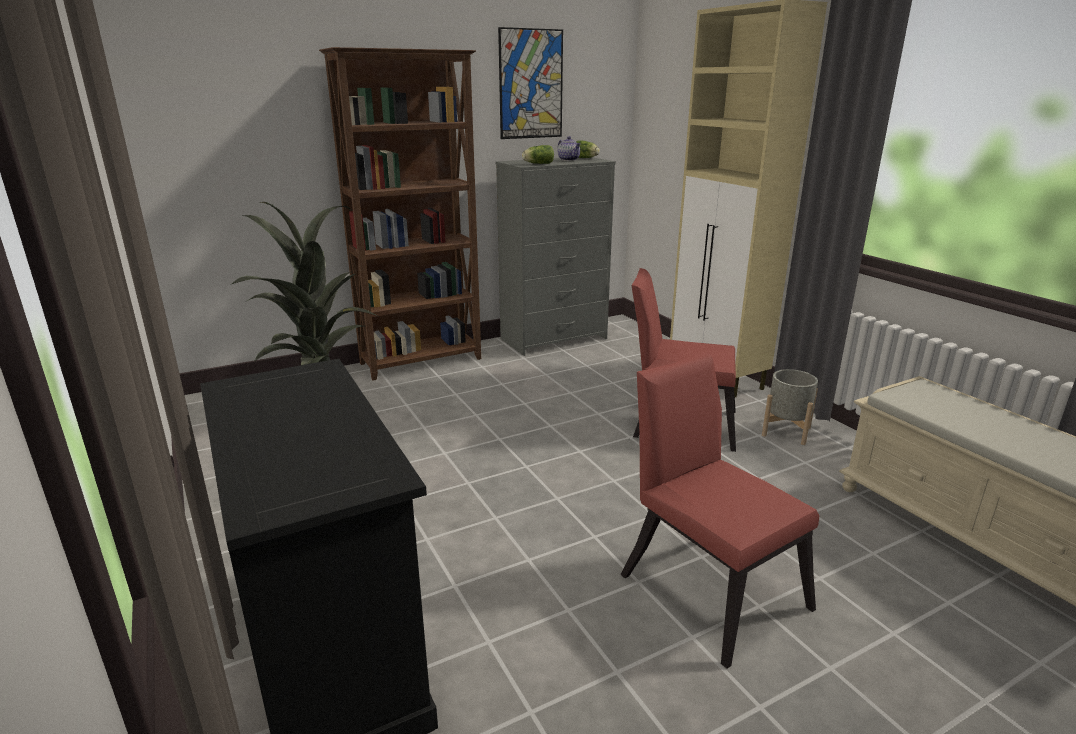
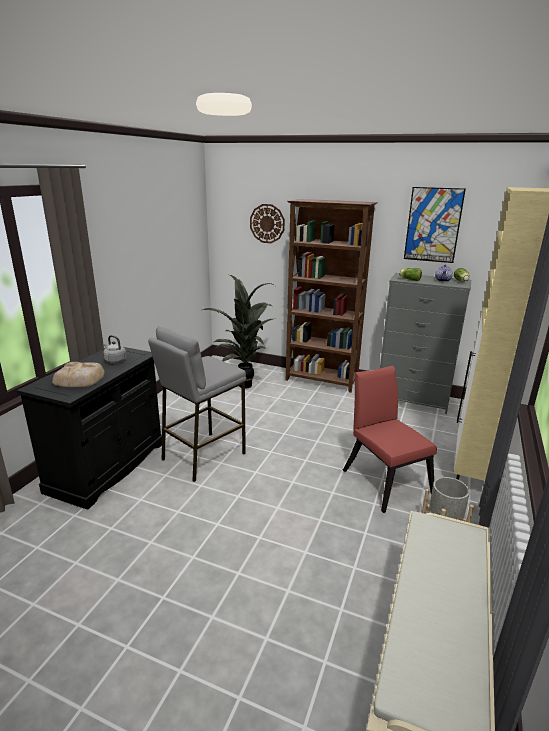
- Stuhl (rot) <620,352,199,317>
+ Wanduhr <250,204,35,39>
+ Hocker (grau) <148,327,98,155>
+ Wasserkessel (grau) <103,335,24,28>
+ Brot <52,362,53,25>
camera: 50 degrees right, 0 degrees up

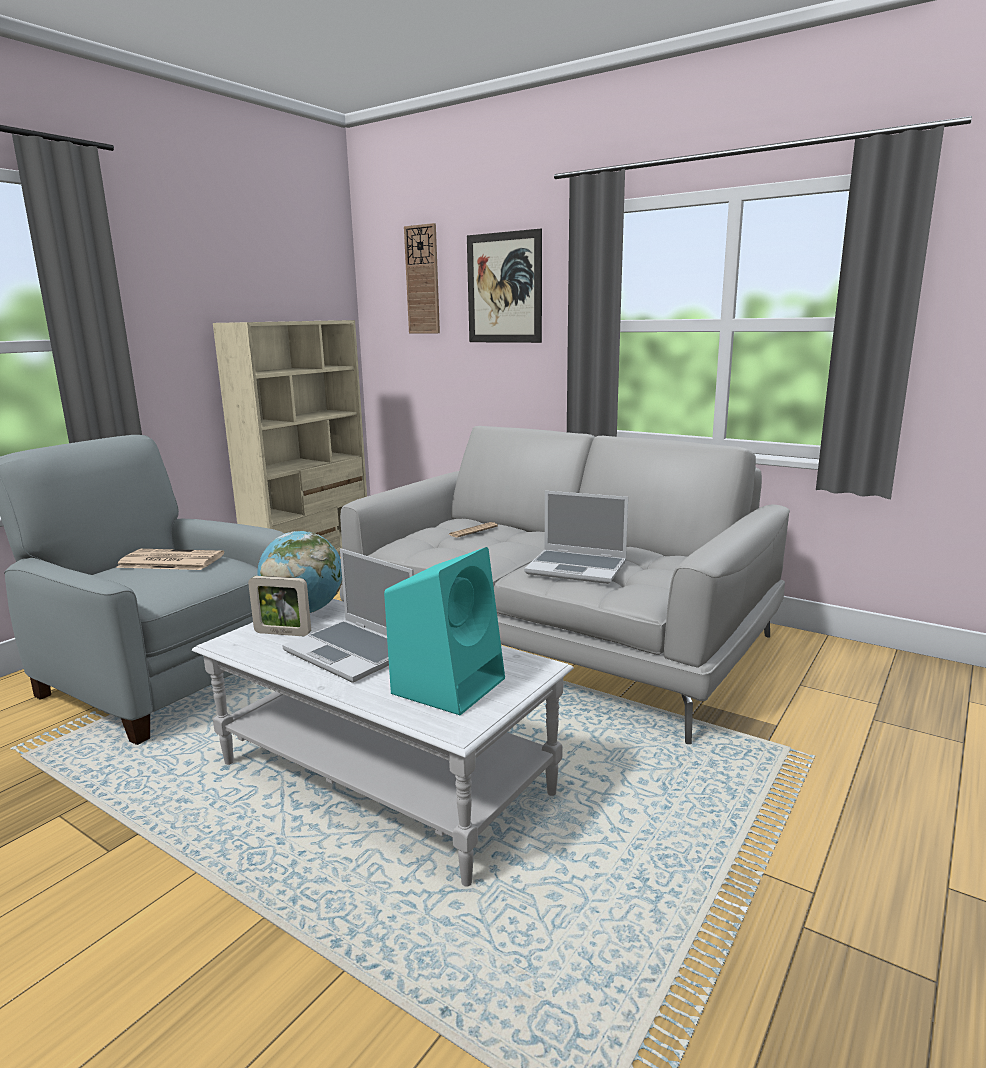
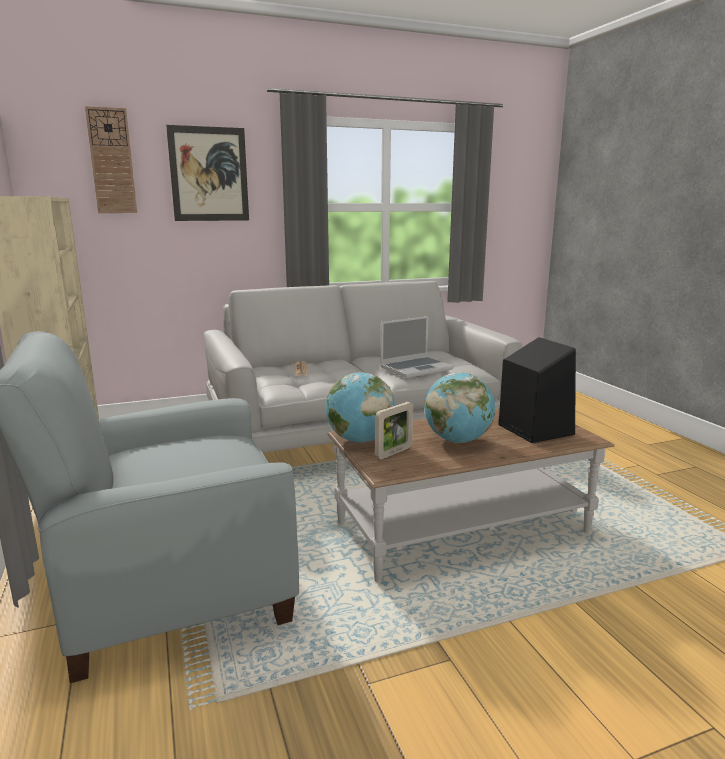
~ Lautsprecher (türkis) <384,547,121,168> to Lautsprecher (schwarz) <499,337,77,106>
~ Laptop <282,548,132,135> to Globus <425,372,70,71>
- Zeitung <116,549,108,21>
~ Couchtisch (weiß) <192,599,382,288> to Couchtisch (braun) <327,409,288,173>
camera: 55 degrees left, 0 degrees up

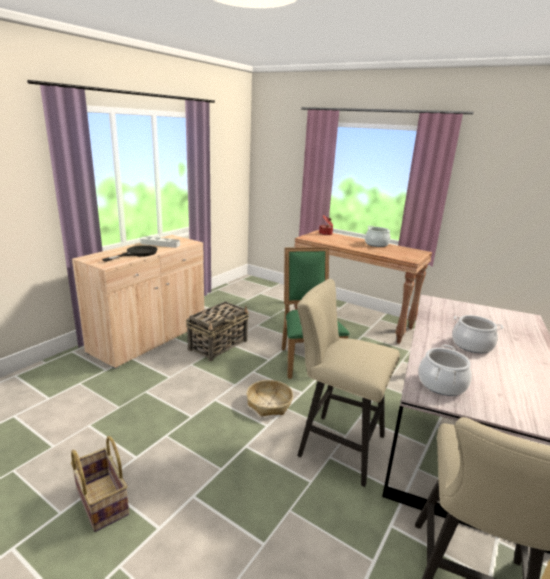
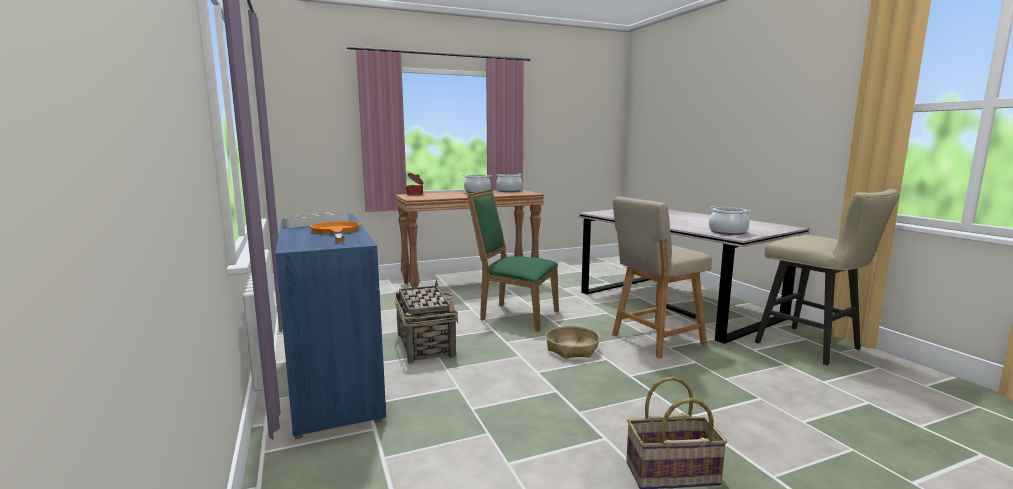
~ Schrank (beige) <72,235,132,134> to Schrank (blau) <275,214,111,225>
~ Pfanne (schwarz) <102,245,55,17> to Pfanne (orange) <310,221,50,21>
~ Hocker (beige) <297,279,103,208> to Stuhl (beige) <612,197,100,162>
~ Kochtopf <452,315,52,38> to <496,174,26,18>
camera: 55 degrees left, 10 degrees down

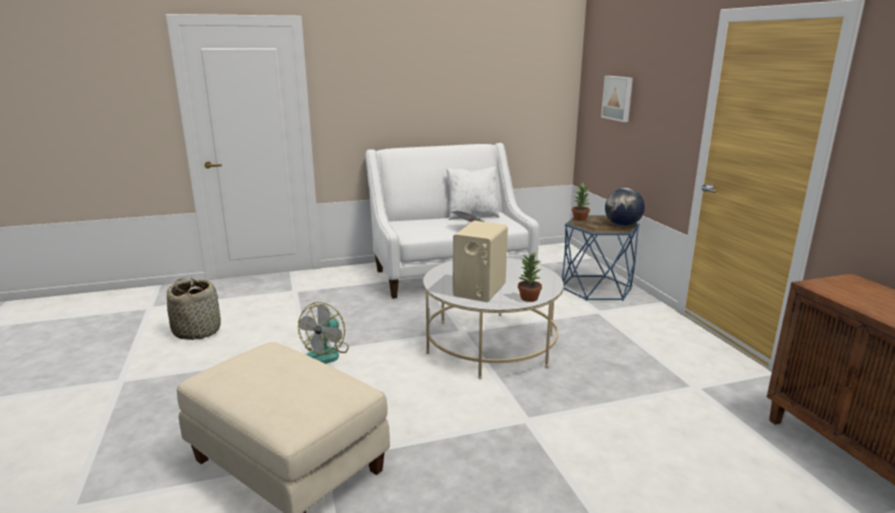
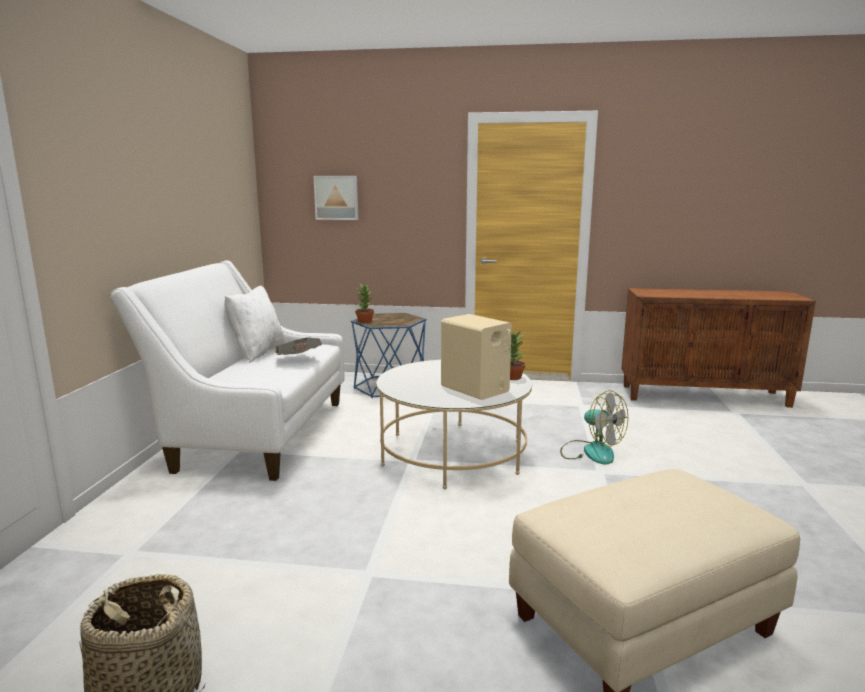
- Globus <605,188,40,38>
~ Ventilator <298,302,51,62> to <560,390,68,75>
camera: 65 degrees left, 5 degrees down

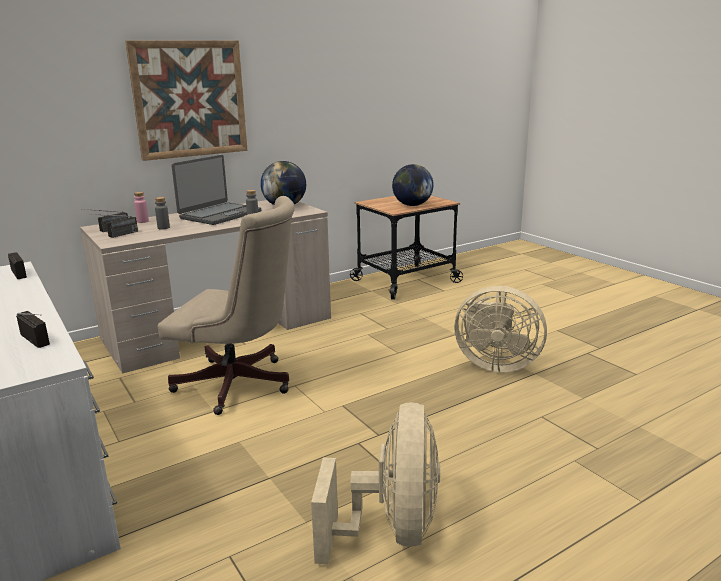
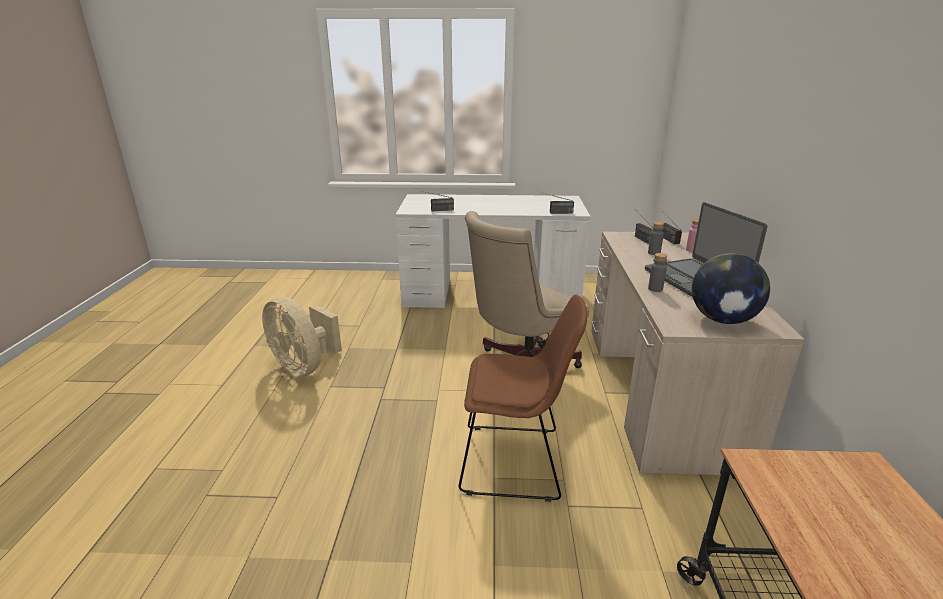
- Bild <125,40,123,121>
- Globus <392,164,42,42>
- Ventilator (beige) <454,286,93,87>
+ Stuhl (braun) <459,294,128,208>
camera: 125 degrees right, 5 degrees up

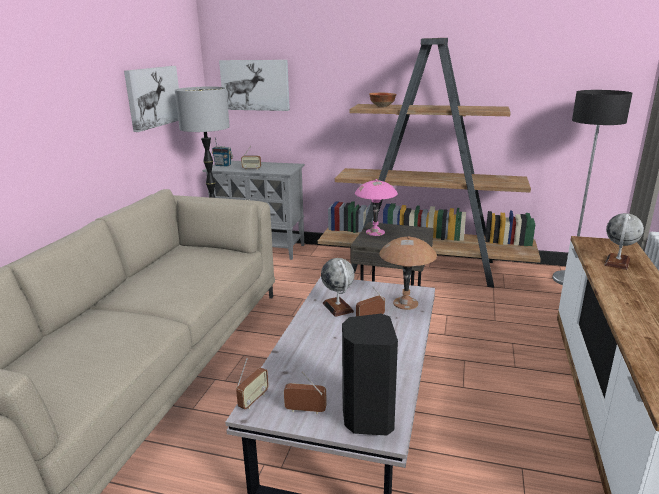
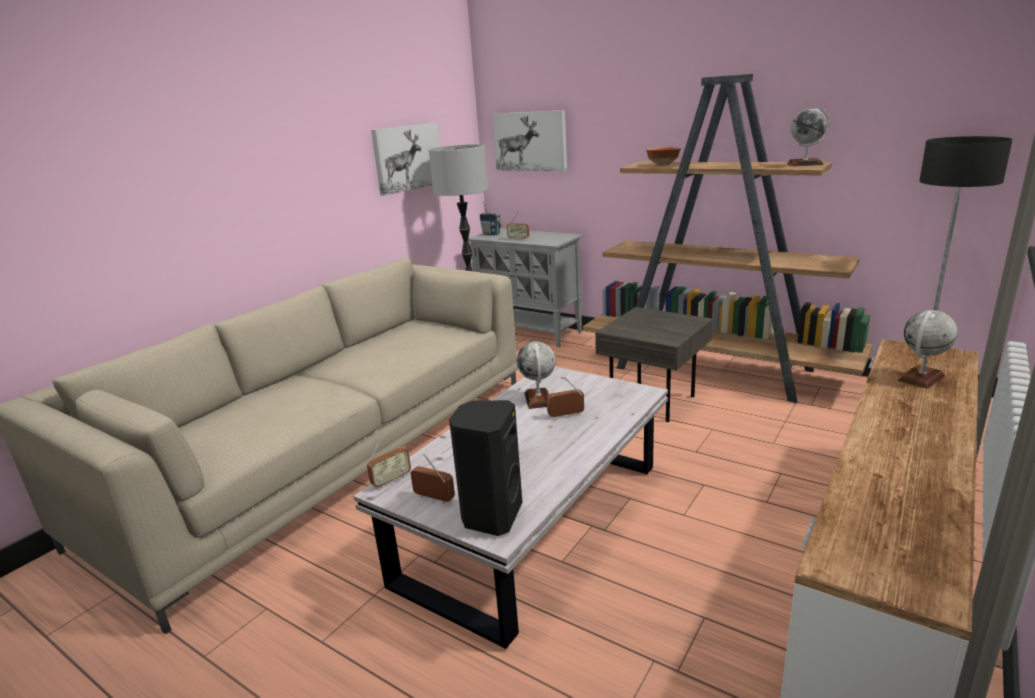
- Tischlampe (rosa) <355,179,43,57>
- Tischlampe (braun) <379,236,58,74>
+ Globus <787,106,43,60>
camera: 20 degrees right, 0 degrees up

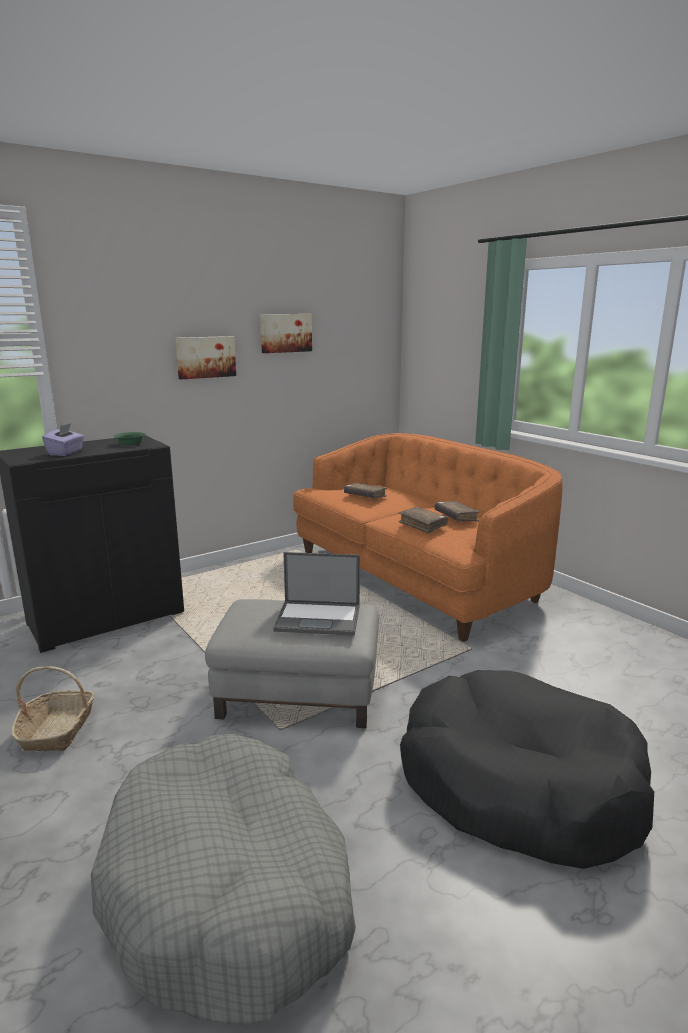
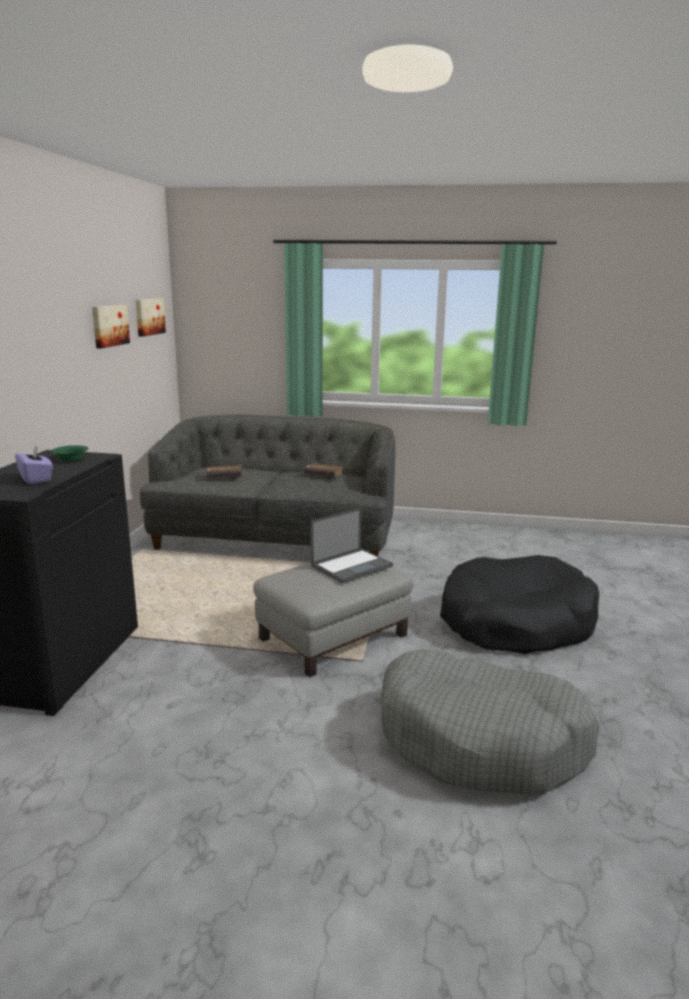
~ Bild <175,336,61,44> to <135,298,31,39>
~ Sofa (orange) <293,433,270,209> to Sofa (grau) <139,414,256,142>
- Buch (braun) <398,507,50,26>
- Korb <11,666,84,85>
camera: 45 degrees left, 0 degrees up

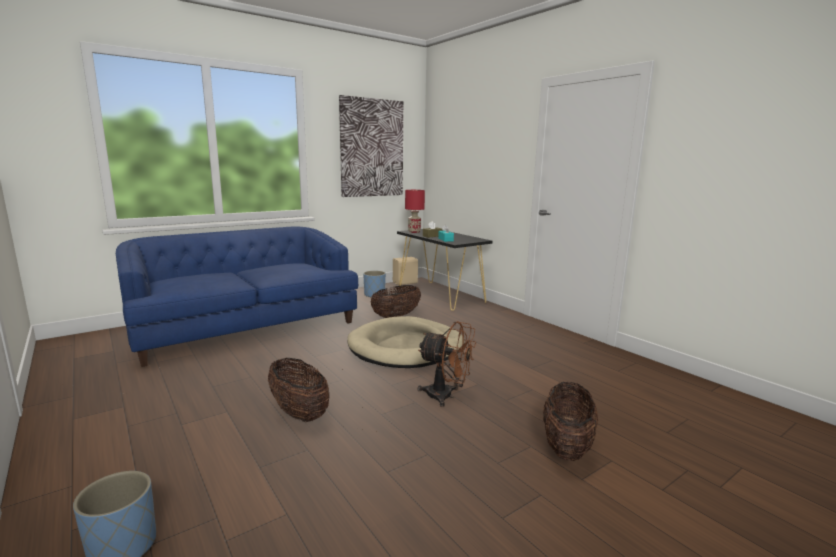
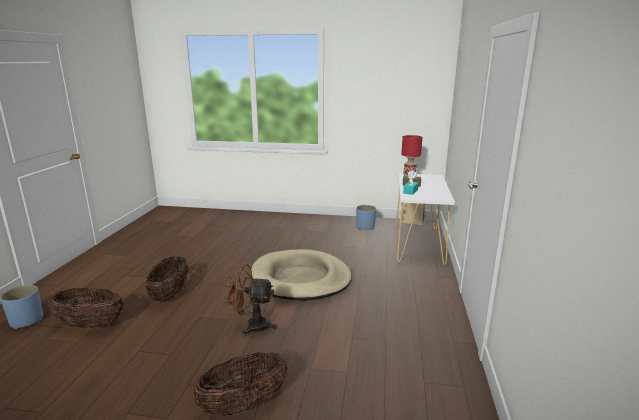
- Bild <339,95,64,102>
- Sofa (blau) <116,227,242,140>
~ Konsolentisch (schwarz) <397,229,96,82> to Konsolentisch (weiß) <396,173,59,92>
~ Korb <371,285,50,33> to <48,288,75,40>
~ Ventilator (braun) <418,321,58,86> = <224,264,53,72> 120 degrees clockwise
camera: 45 degrees right, 5 degrees up

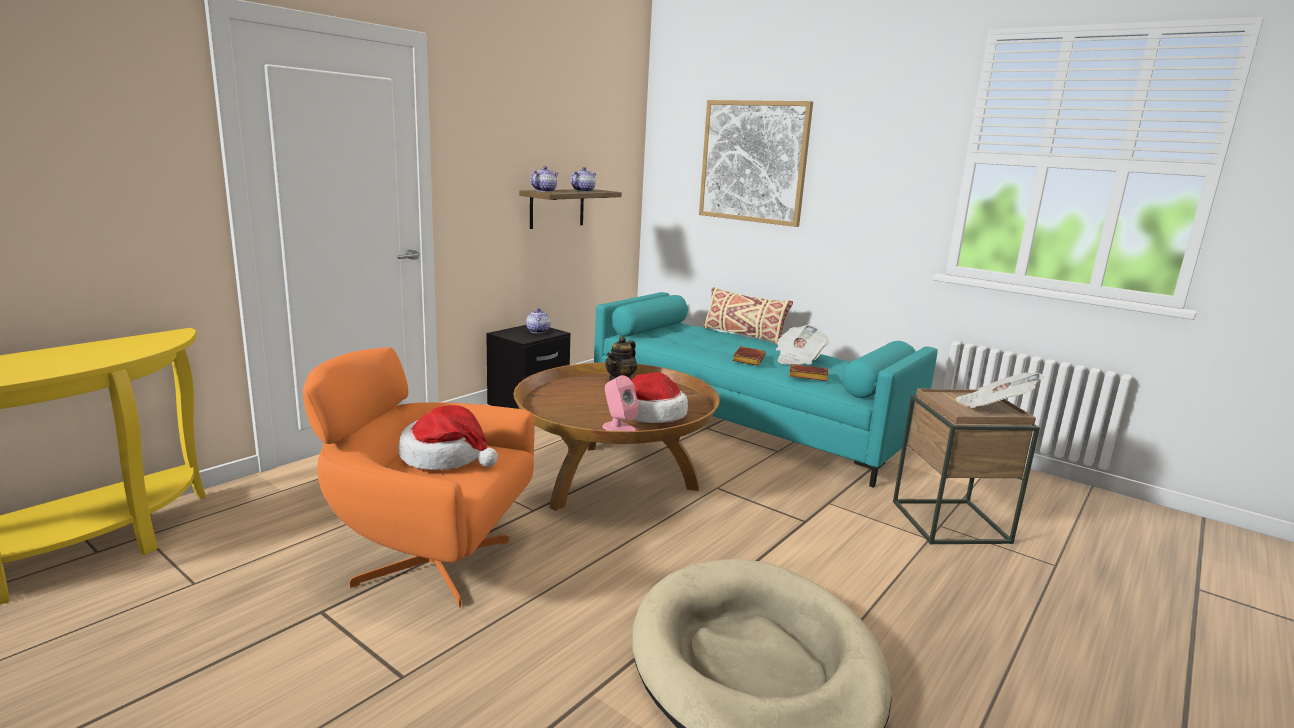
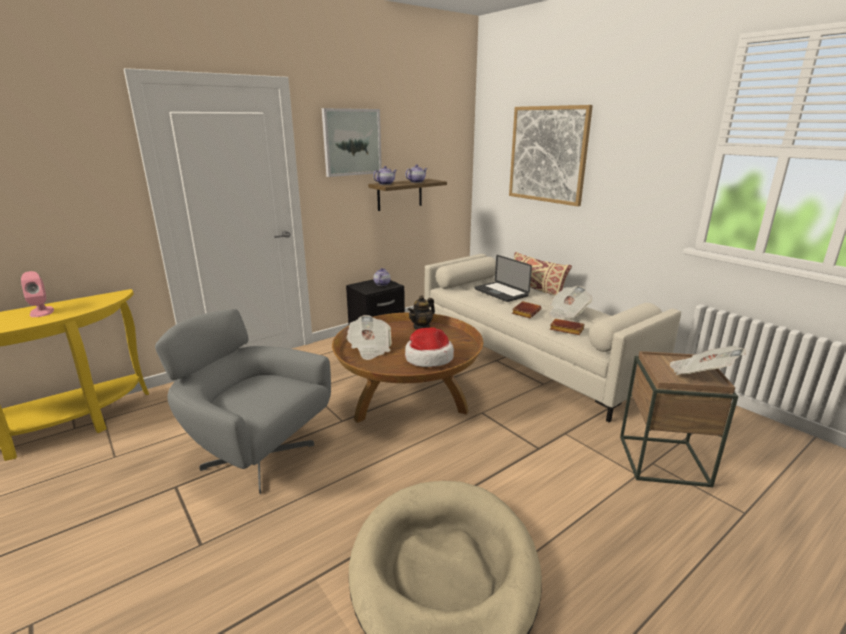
~ Sofa (türkis) <594,292,343,196> to Sofa (beige) <424,254,257,168>
~ Sessel (orange) <303,347,232,260> to Sessel (grau) <155,309,176,185>
~ Lautsprecher (rosa) <602,375,37,56> to <21,271,33,46>
- Hut <398,405,100,65>
+ Bild <322,108,60,69>
+ Laptop <475,255,57,47>
+ Zeitung <346,315,46,45>
camera: 15 degrees right, 5 degrees up

